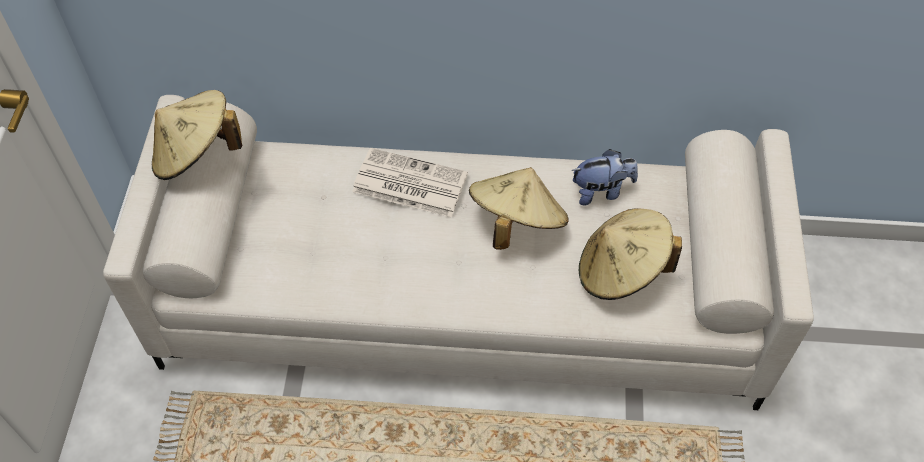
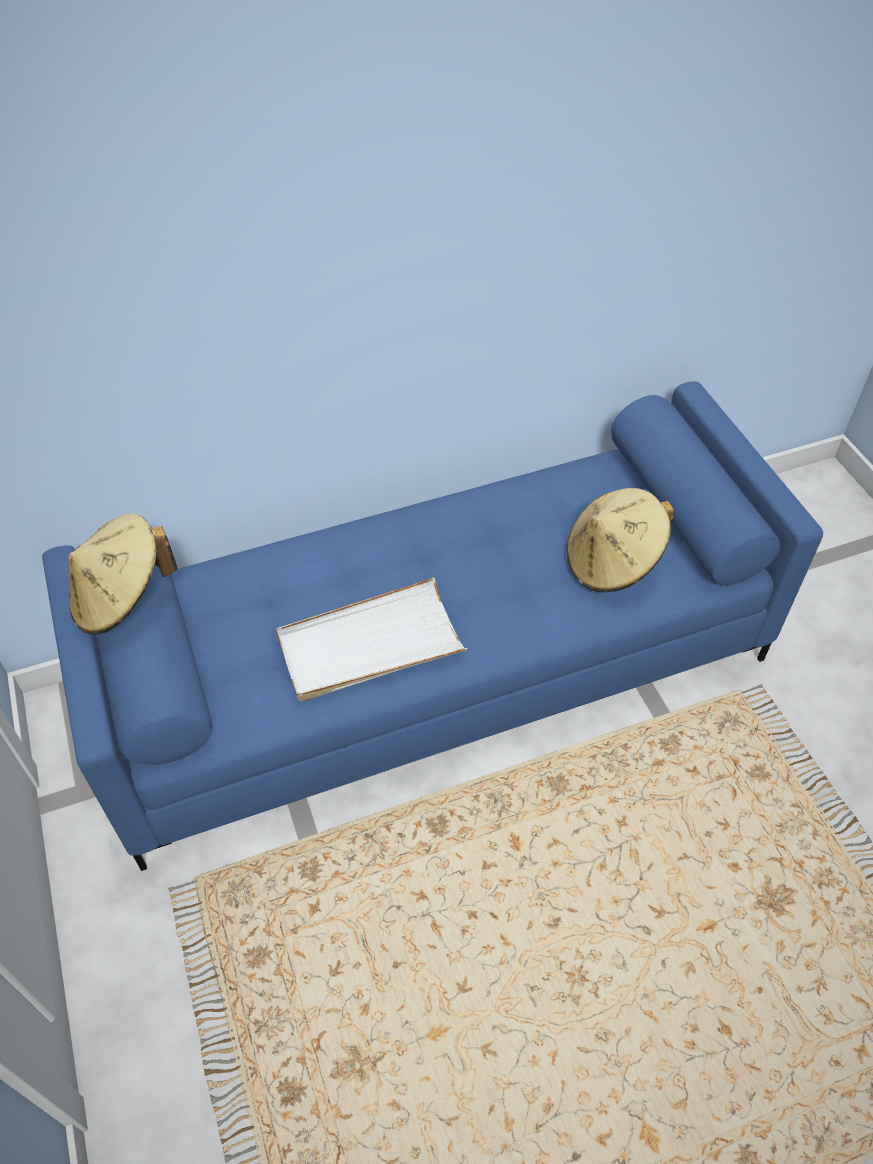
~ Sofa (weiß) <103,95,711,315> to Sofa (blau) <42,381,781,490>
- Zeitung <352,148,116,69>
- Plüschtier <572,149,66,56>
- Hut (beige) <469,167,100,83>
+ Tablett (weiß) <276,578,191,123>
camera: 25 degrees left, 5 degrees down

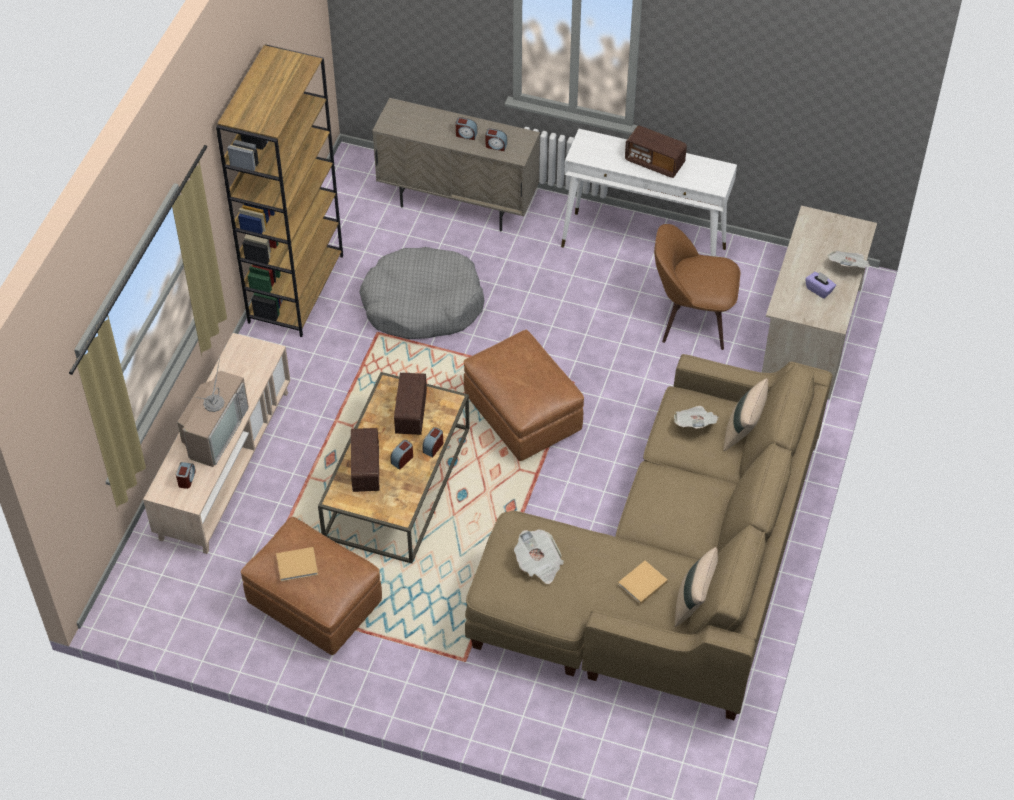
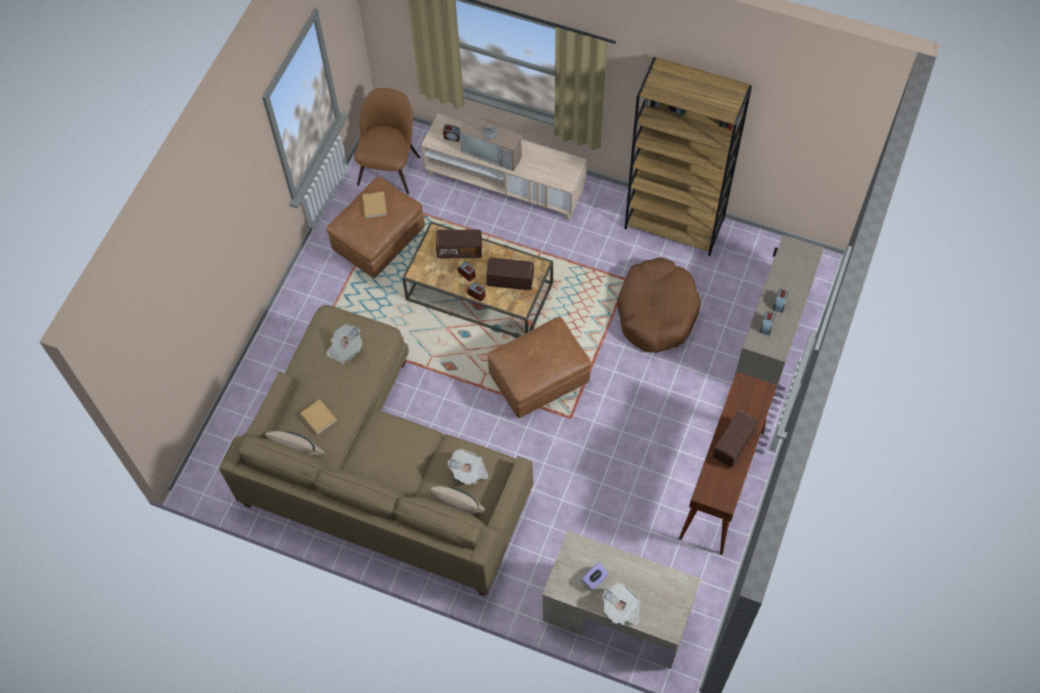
~ Konsolentisch (weiß) <561,129,176,128> to Konsolentisch (braun) <679,372,98,183>
~ Stuhl (braun) <654,224,86,126> to <354,88,66,106>
~ Hundebett (grau) <359,247,125,92> to Hundebett (braun) <617,257,84,96>
camera: 95 degrees right, 10 degrees up

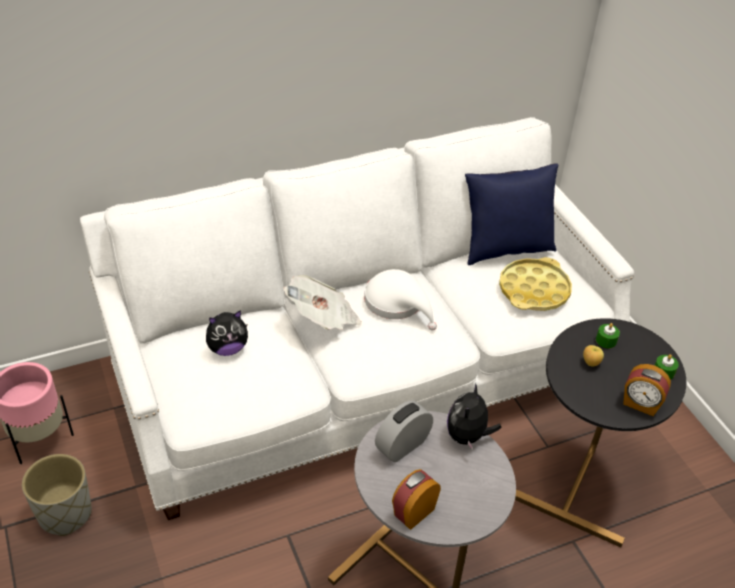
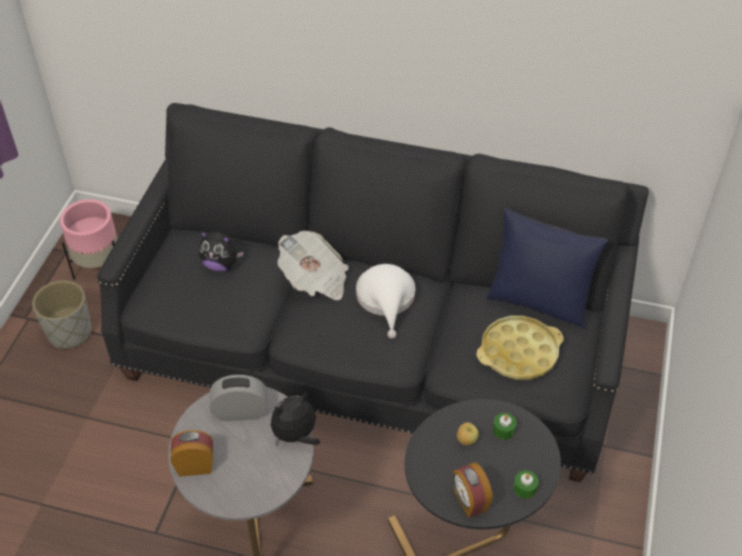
~ Sofa (weiß) <80,117,554,403> to Sofa (schwarz) <97,103,552,379>
camera: 40 degrees right, 5 degrees up

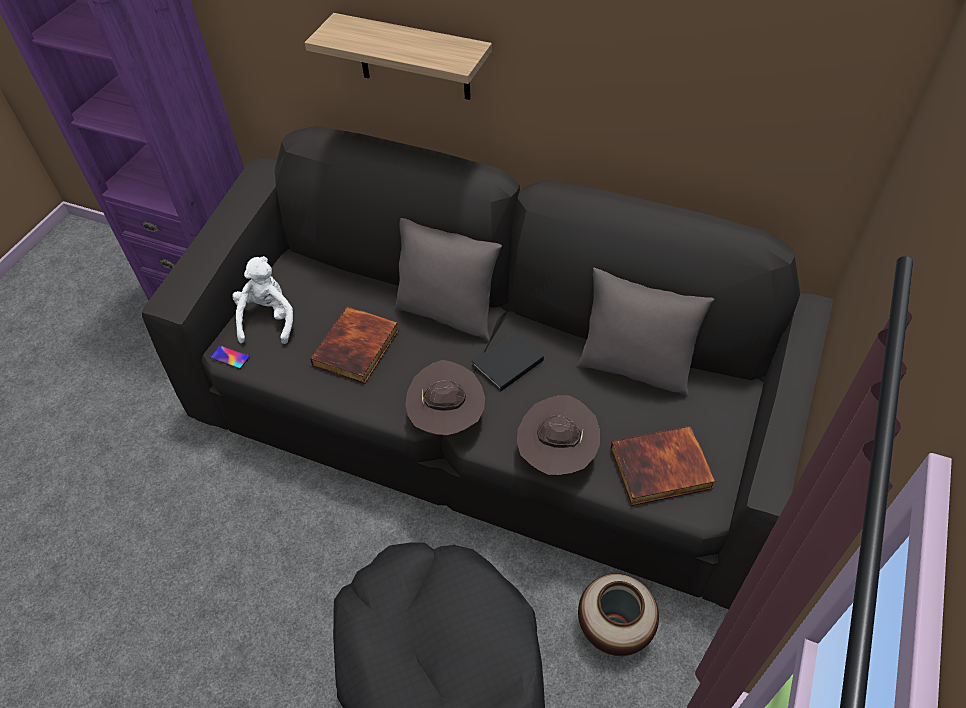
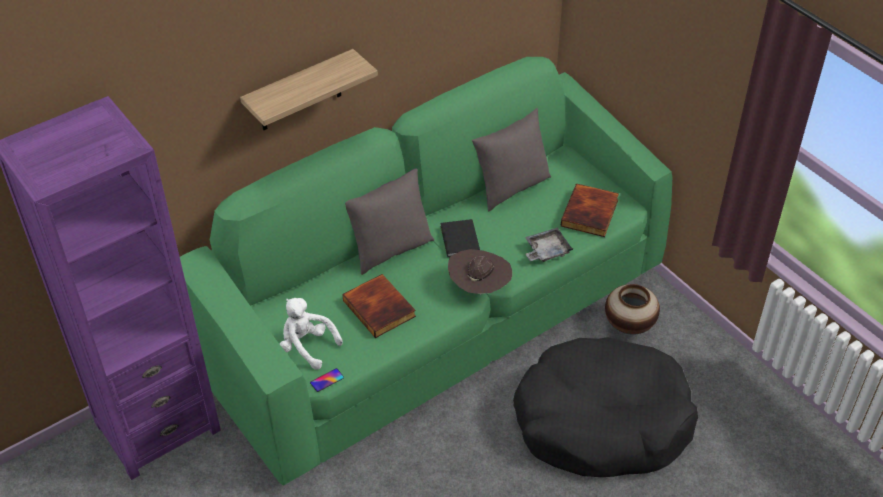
~ Sofa (schwarz) <142,126,691,483> to Sofa (grün) <180,57,492,429>
~ Hut (braun) <517,395,83,80> to Tablett (grau) <525,228,48,34>
camera: 60 degrees left, 5 degrees down

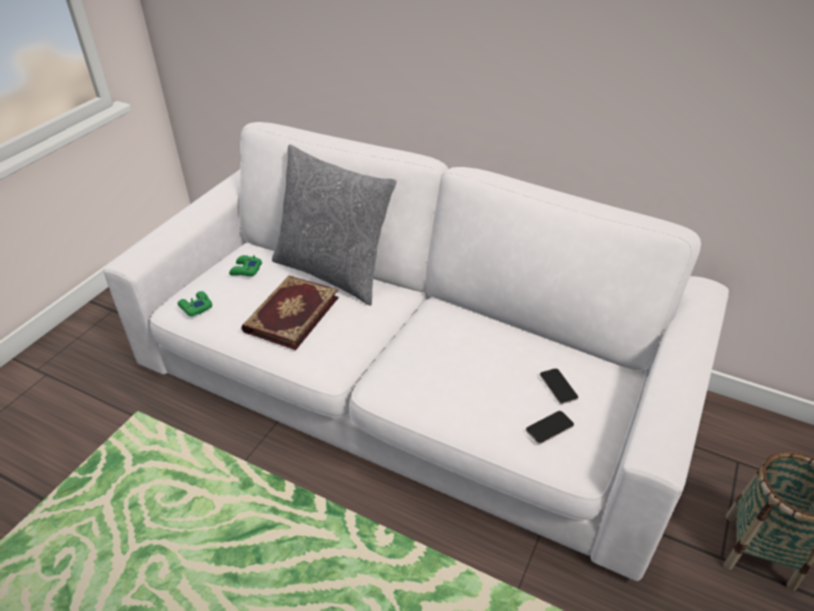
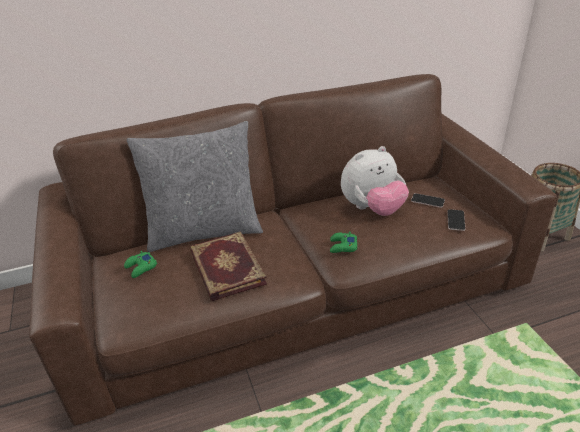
~ Sofa (weiß) <103,122,626,459> to Sofa (braun) <29,74,528,351>
~ Gamepad (grün) <178,291,34,25> to <330,232,27,21>
+ Plüschtier <341,146,68,70>
camera: 45 degrees left, 5 degrees down

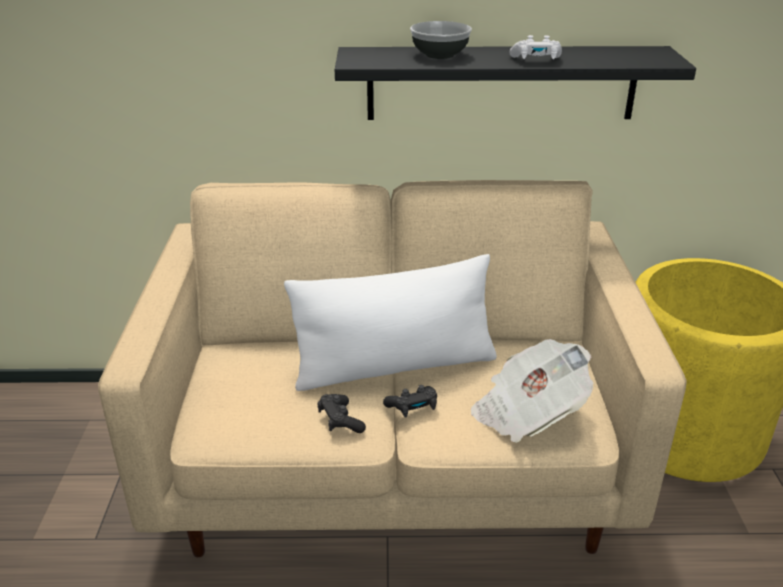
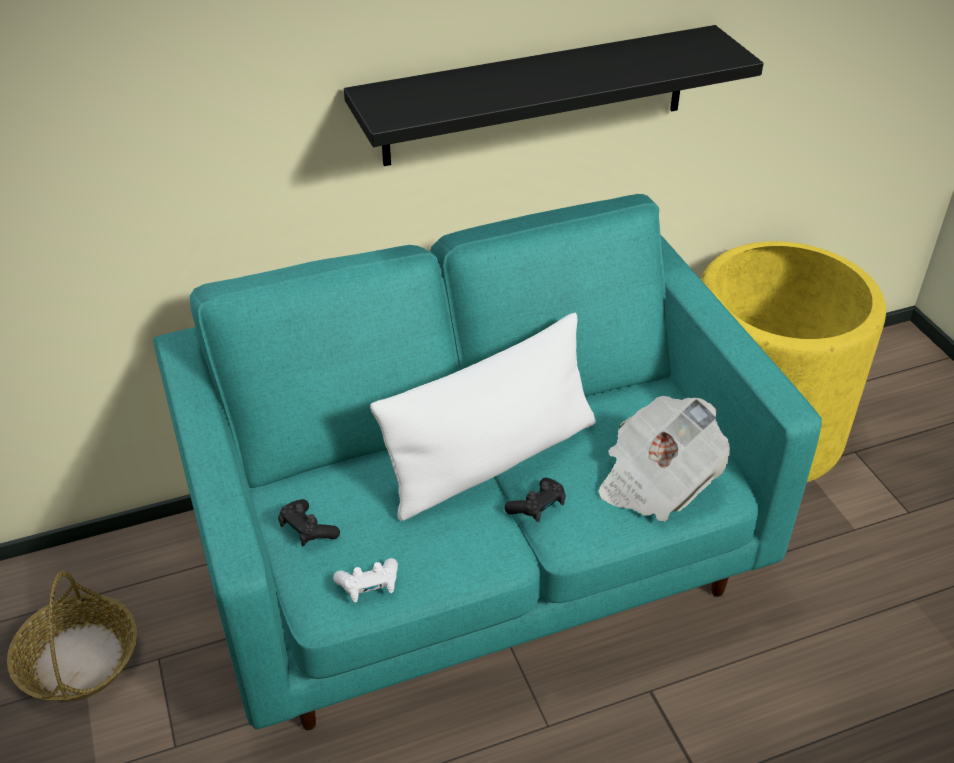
- Schüssel <410,21,62,38>
~ Gamepad (weiß) <509,35,53,24> to <333,558,65,44>
~ Sofa (beige) <98,180,589,377> to Sofa (türkis) <153,194,669,536>
~ Gamepad (schwarz) <317,394,49,39> to <278,499,62,47>
+ Korb <7,571,130,131>
camera: 20 degrees left, 10 degrees up

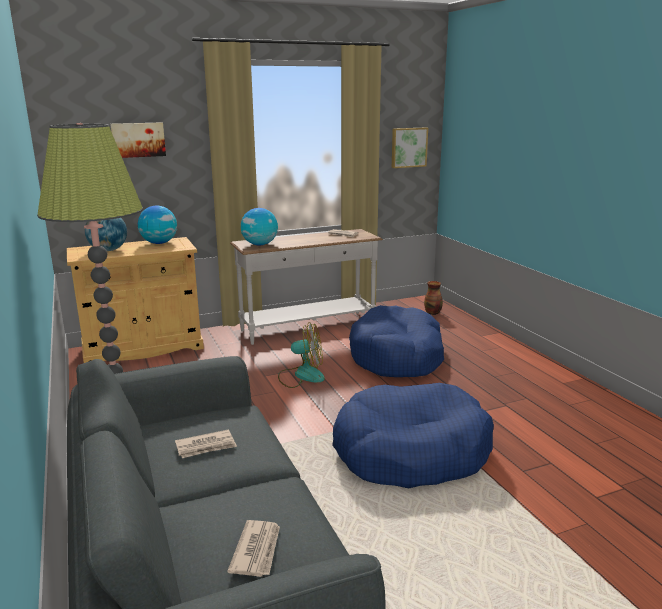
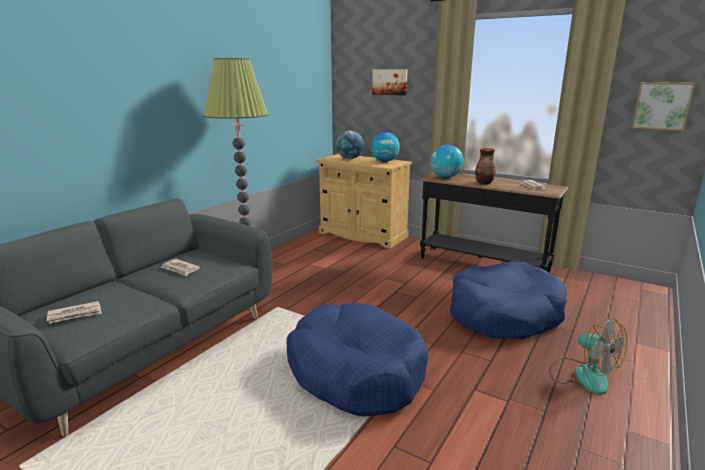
~ Konsolentisch (weiß) <230,229,153,116> to Konsolentisch (schwarz) <419,173,150,99>
~ Vase <424,281,19,34> to <475,148,20,36>
~ Ventilator <278,322,47,66> to <549,318,78,77>
camera: 55 degrees right, 0 degrees up

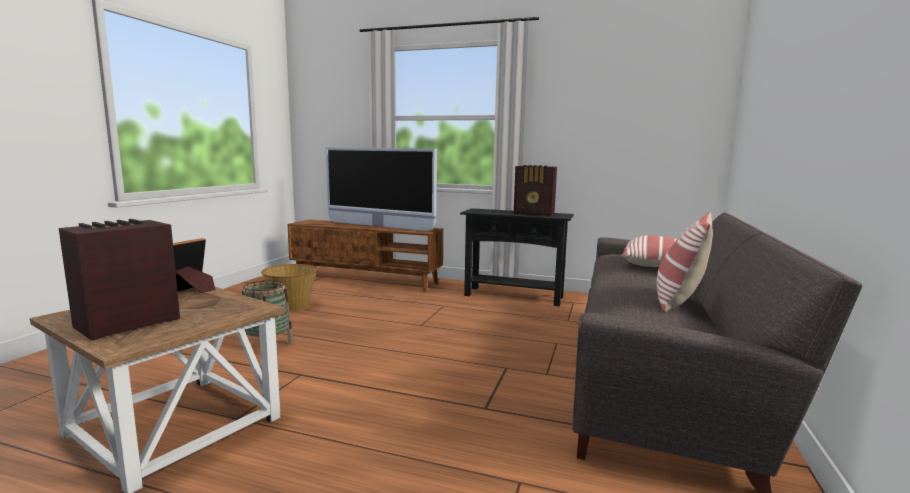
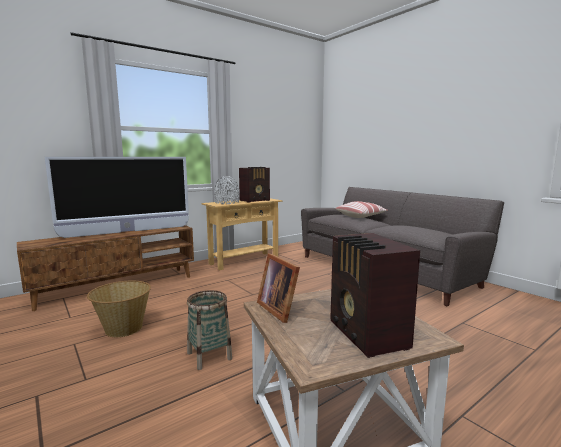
~ Konsolentisch (schwarz) <460,208,114,98> to Konsolentisch (beige) <202,198,80,72>
- Kissen <657,212,56,100>
+ Vase (grau) <215,176,24,28>
camera: 55 degrees left, 0 degrees up

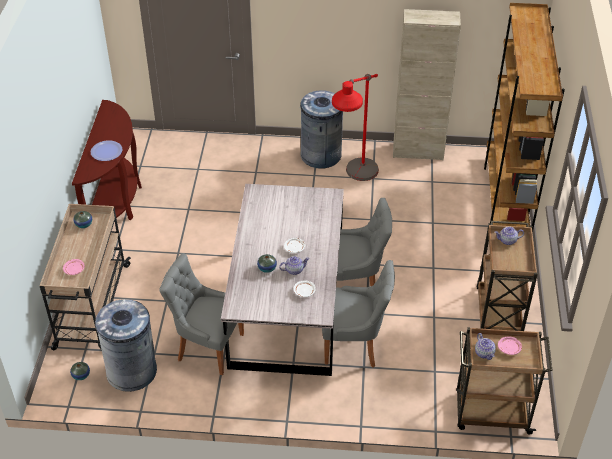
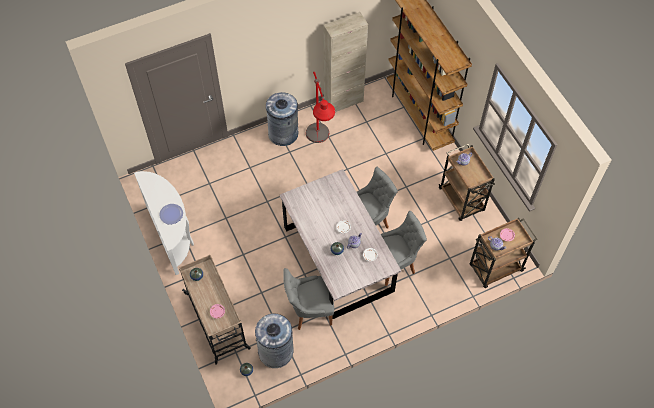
~ Konsolentisch (braun) <72,100,70,120> to Konsolentisch (weiß) <134,171,60,104>
camera: 30 degrees left, 15 degrees up

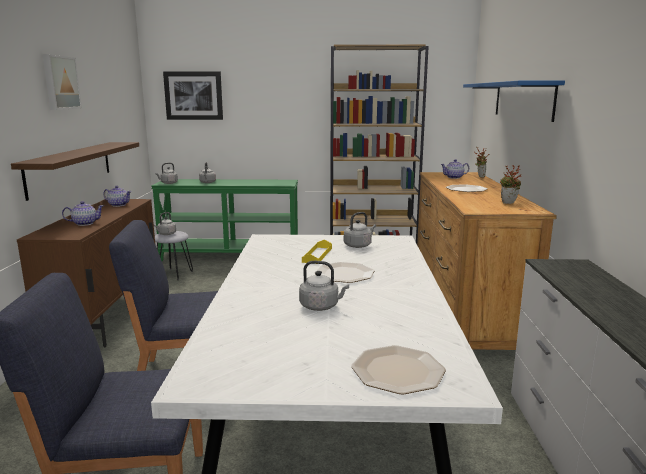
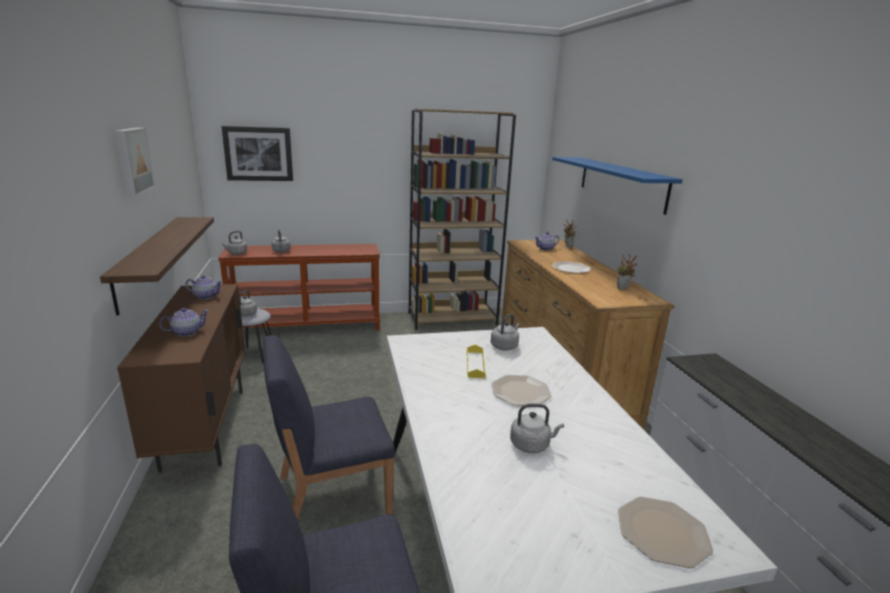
~ Konsolentisch (grün) <151,179,147,82> to Konsolentisch (braun) <218,244,162,87>
camera: 15 degrees left, 5 degrees up

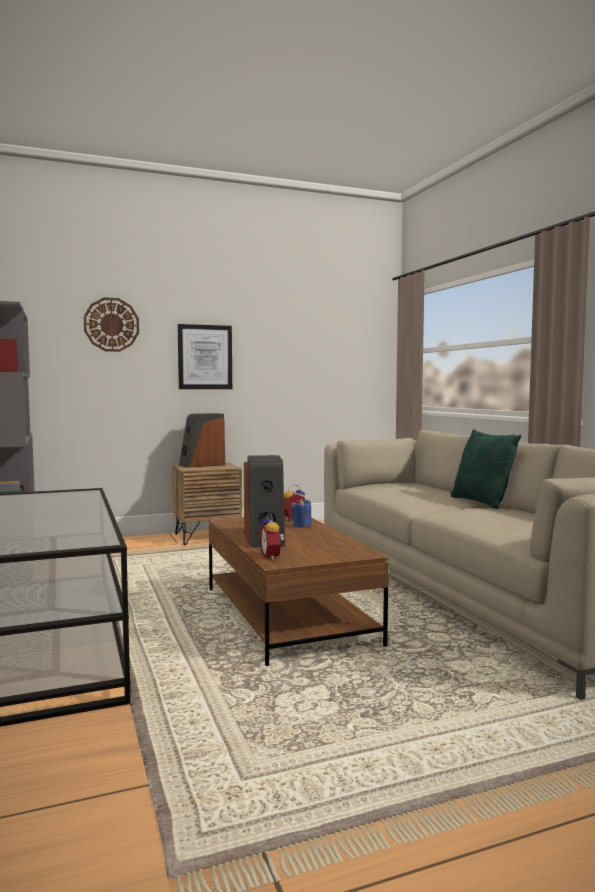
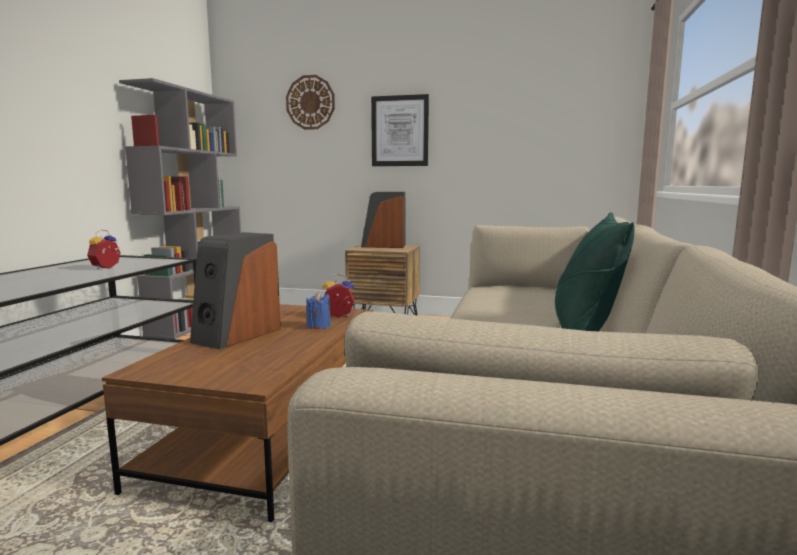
~ Wecker <260,513,24,47> to <87,229,34,41>
camera: 35 degrees right, 5 degrees up

